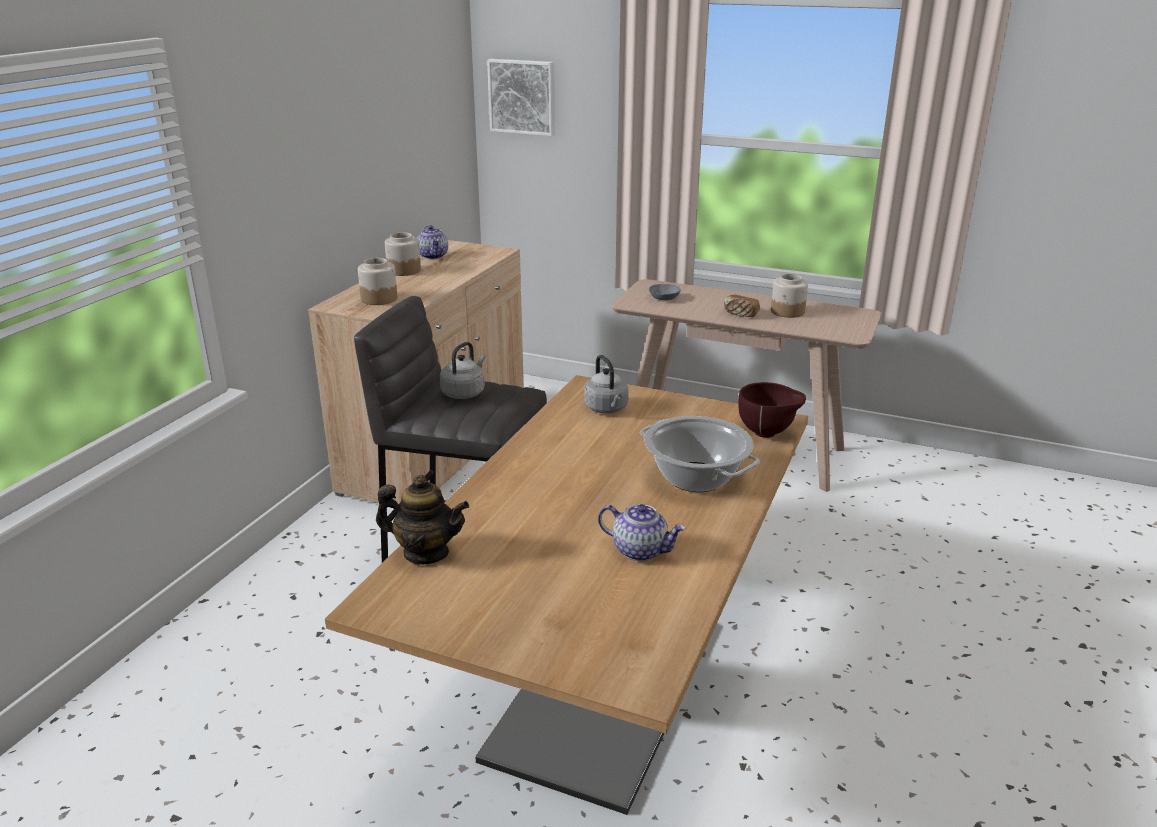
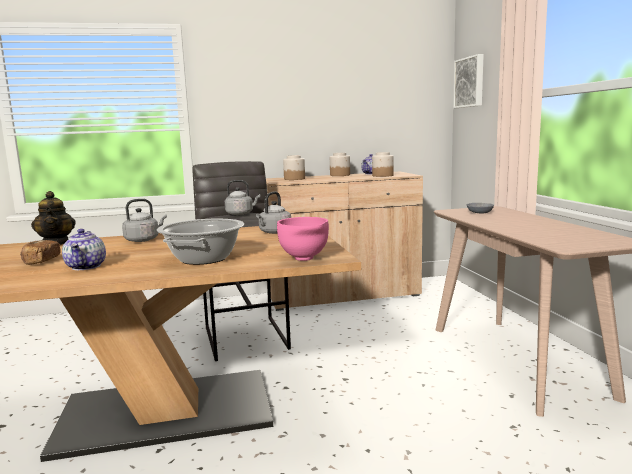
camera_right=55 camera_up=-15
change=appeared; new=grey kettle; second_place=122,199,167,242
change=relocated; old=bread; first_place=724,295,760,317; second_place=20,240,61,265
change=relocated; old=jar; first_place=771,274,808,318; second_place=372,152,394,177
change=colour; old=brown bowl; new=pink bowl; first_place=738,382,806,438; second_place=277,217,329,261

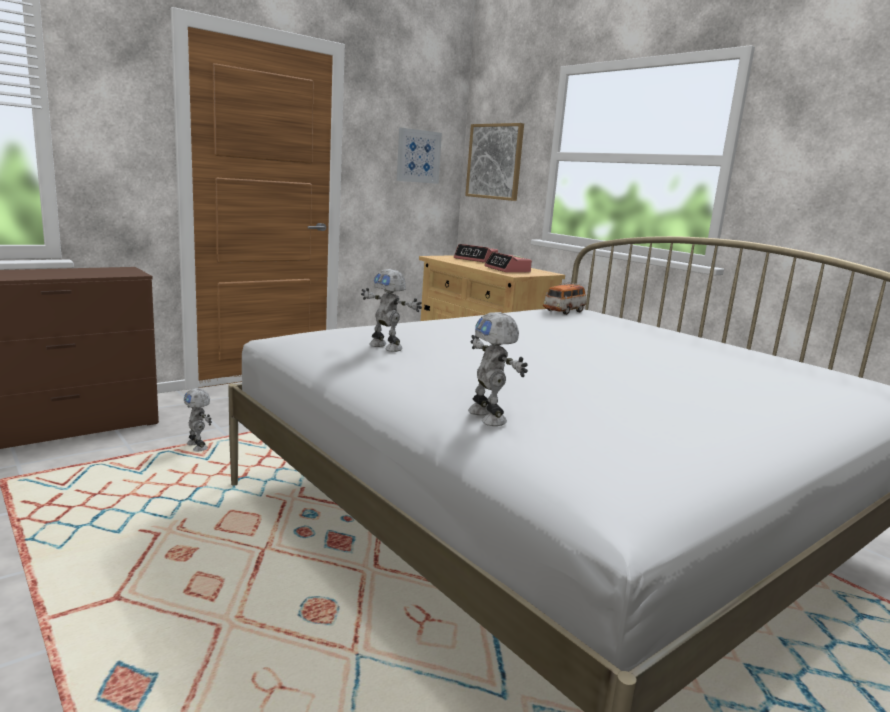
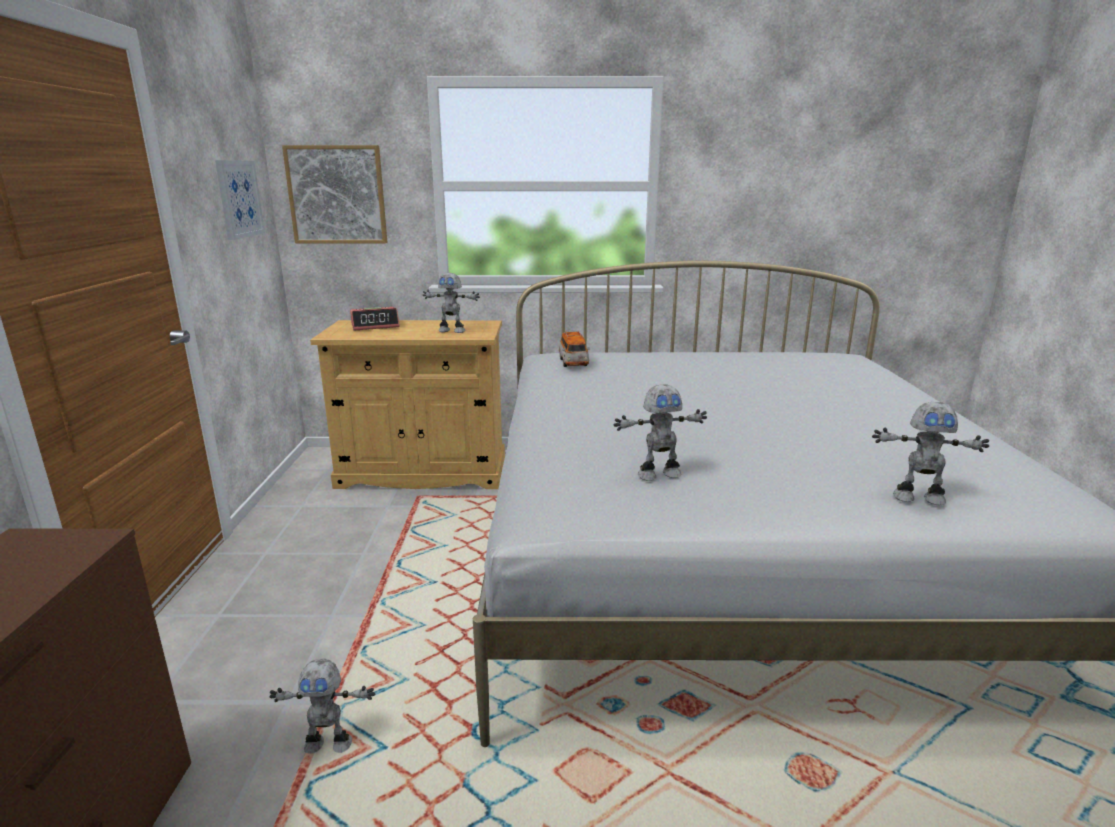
camera_right=-50 camera_up=5
change=exchanged; old=alarm clock; new=toy robot; first_place=484,252,532,273; second_place=423,273,480,333

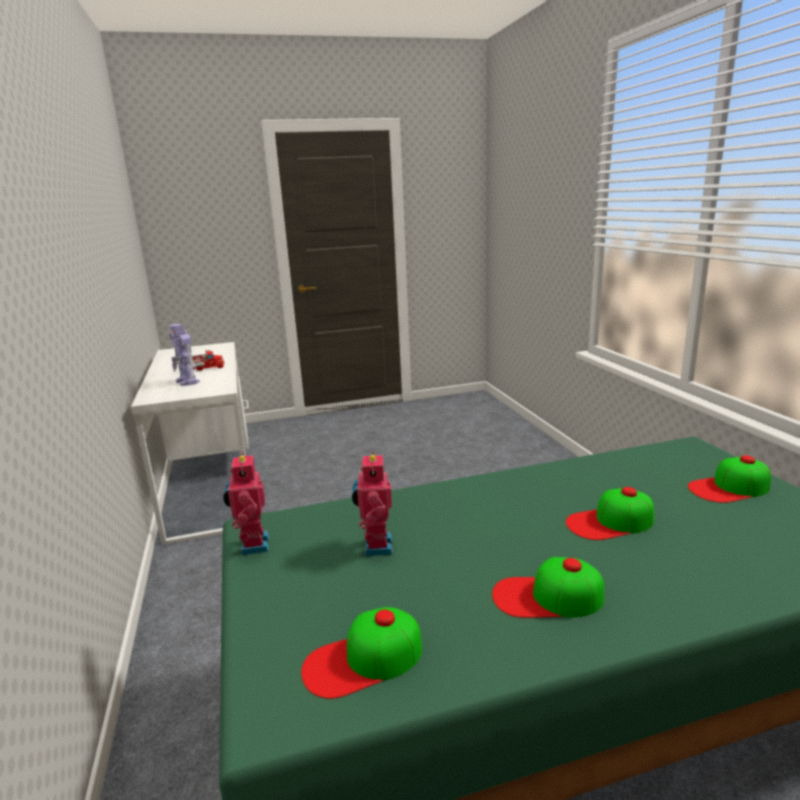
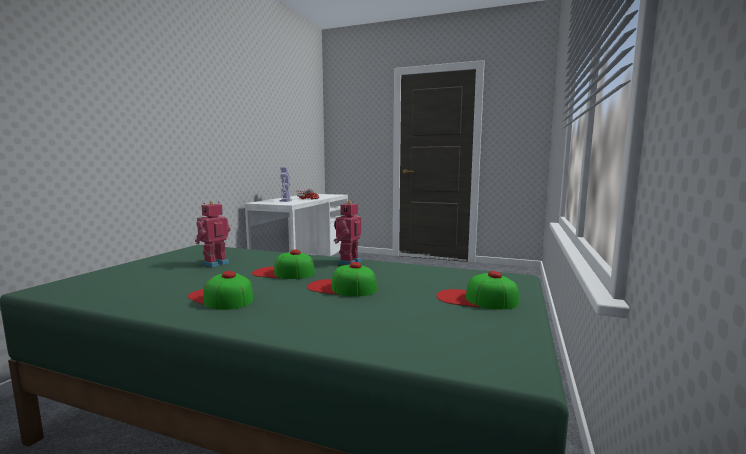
camera_right=35 camera_up=-10
change=relocated; old=toy robot; first_place=223,452,269,555; second_place=334,201,362,265
change=relocated; old=cap; first_place=301,607,422,699; second_place=252,250,315,279

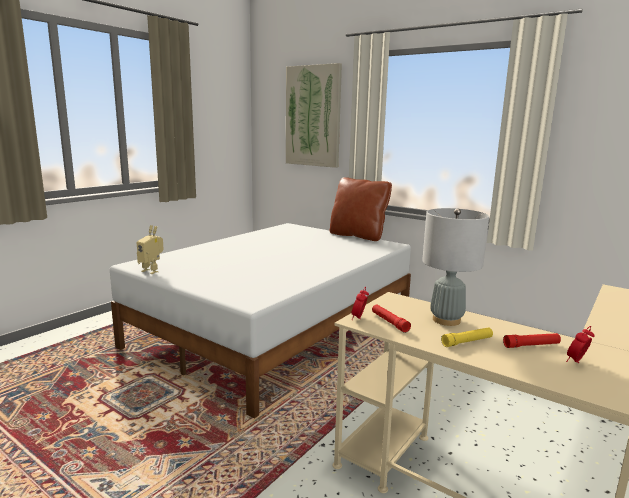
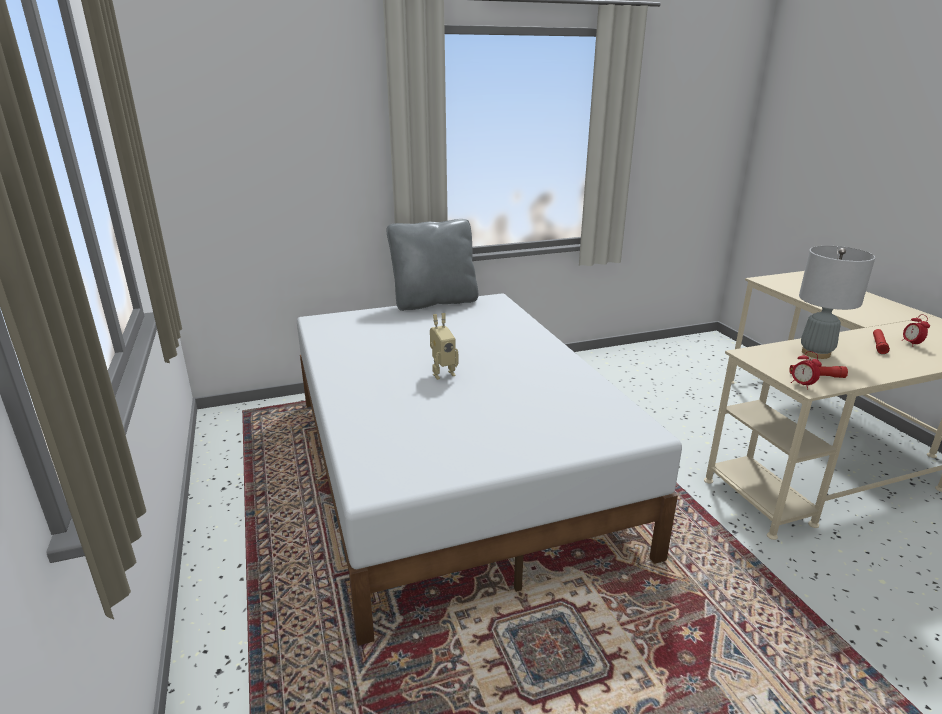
camera_right=-55 camera_up=10
change=missing; old=picture; first_place=286,63,342,168
change=missing; old=yellow flashlight; first_place=441,328,493,347
change=relocated; old=toy robot; first_place=136,225,164,274; second_place=430,313,458,380
change=colour; old=brown pillow; new=grey pillow; first_place=330,177,392,241; second_place=386,219,478,311

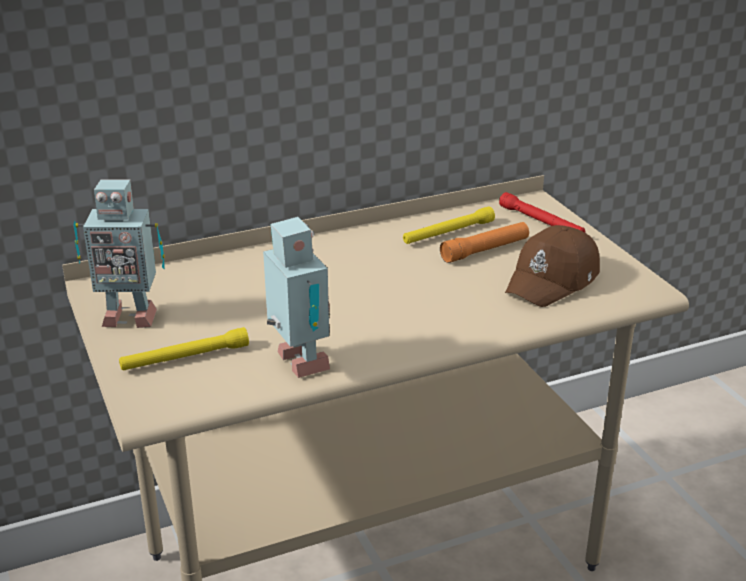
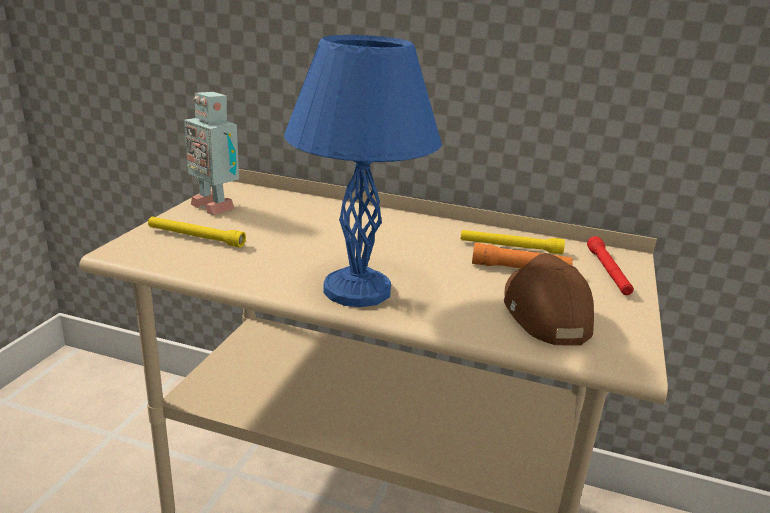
camera_right=40 camera_up=-5
change=missing; old=toy robot; first_place=263,217,330,378
change=appeared; new=blue table lamp; second_place=284,35,442,307
change=spun; old=brown cap; first_place=505,225,600,307; second_place=504,253,594,346; degrees=90

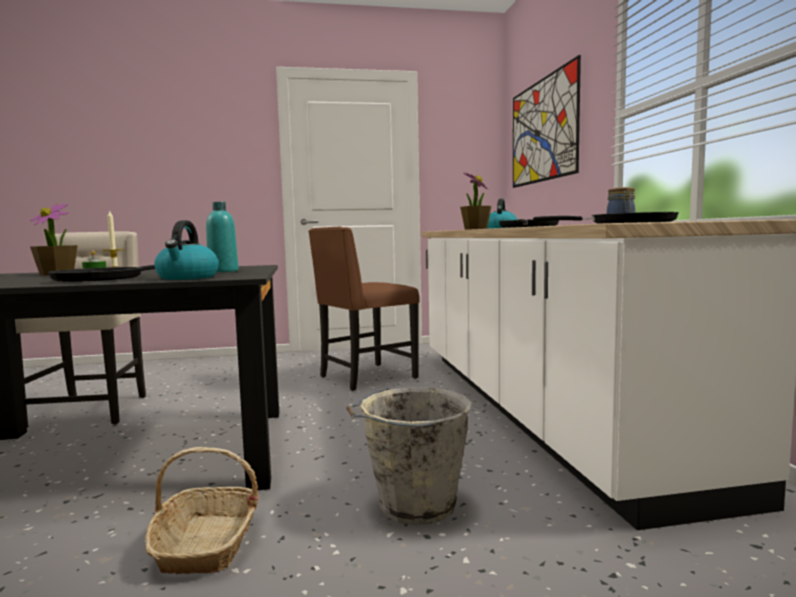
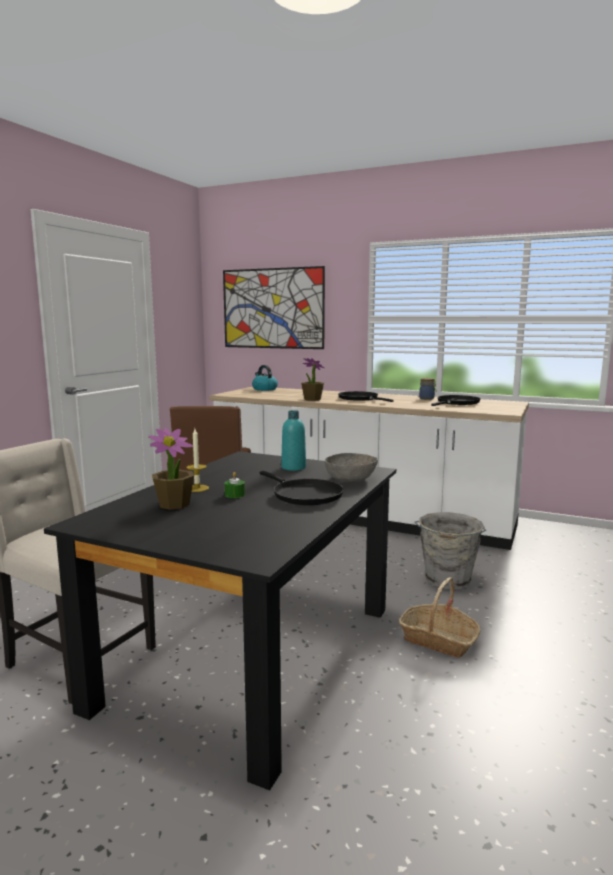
camera_right=-55 camera_up=5
change=exchanged; old=kettle; new=grey bowl; first_place=154,220,219,280; second_place=325,453,378,482

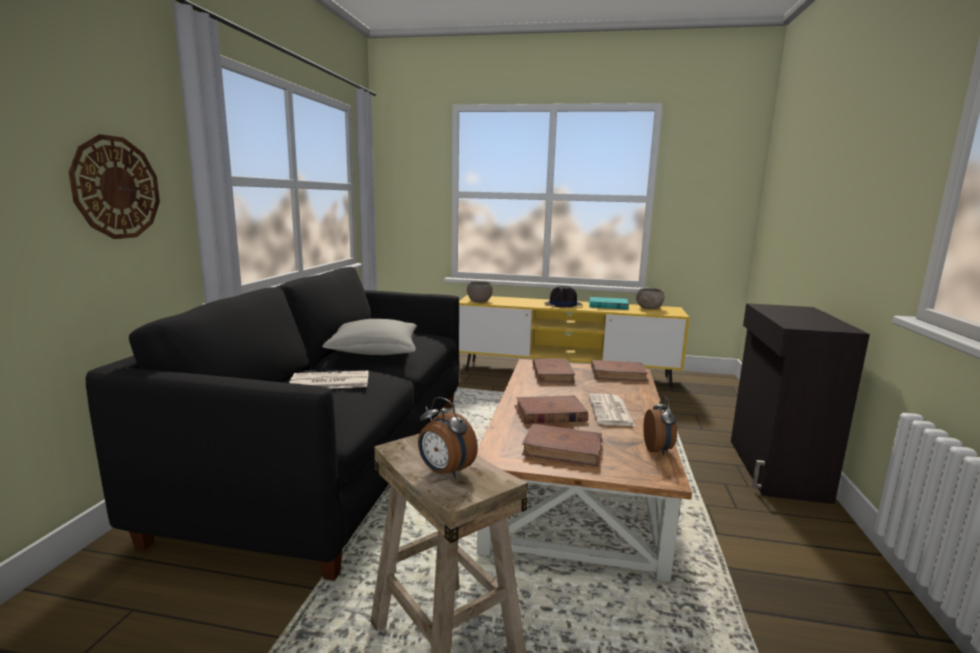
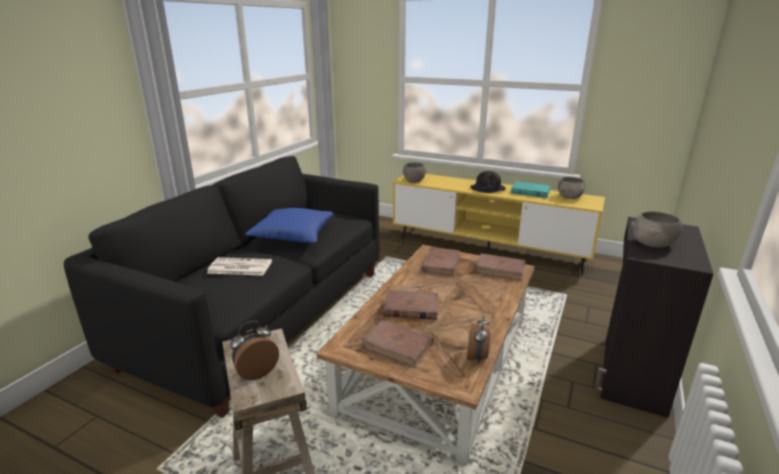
camera_right=15 camera_up=10
change=missing; old=wall clock; first_place=69,134,160,239
change=missing; old=newspaper; first_place=588,394,636,427
change=appeared; new=grey bowl; second_place=631,211,682,248
change=colour; old=grey pillow; new=blue pillow; first_place=322,319,417,355; second_place=245,208,333,243
change=spun; old=alarm clock; first_place=418,397,478,478; second_place=230,321,279,380; degrees=90

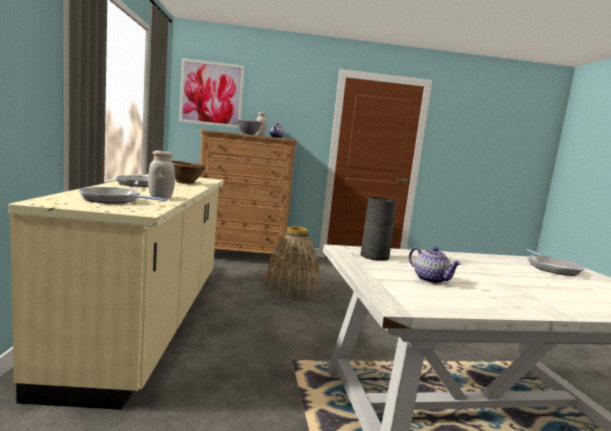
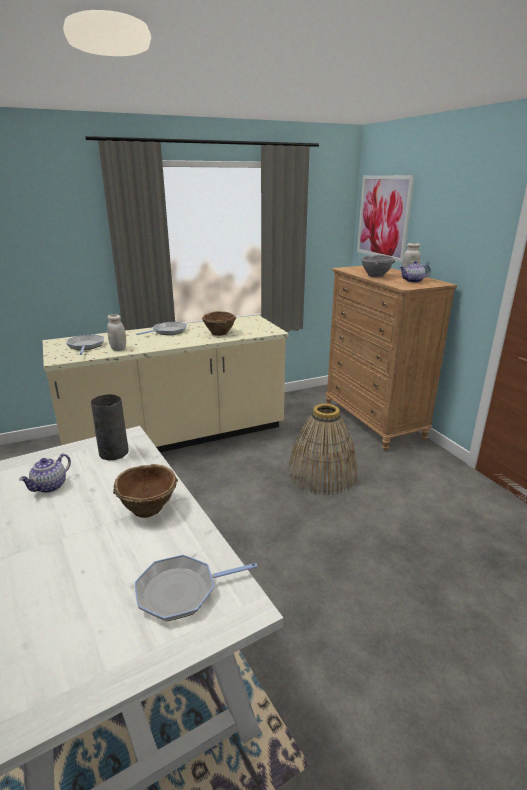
camera_right=70 camera_up=15
change=appeared; new=brown bowl; second_place=113,464,178,518

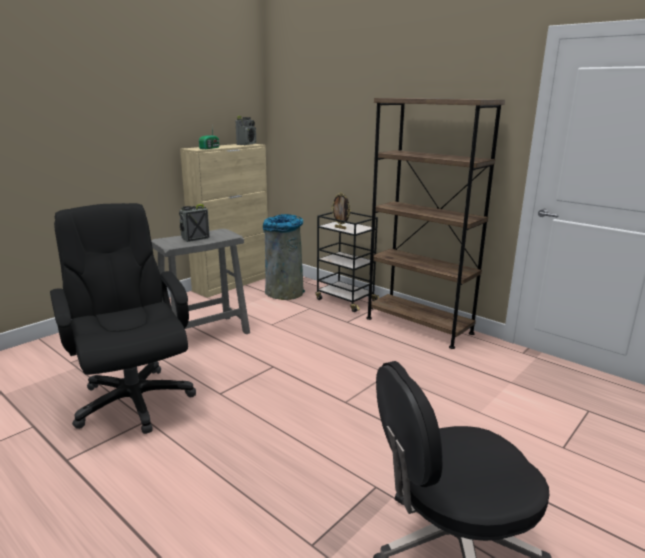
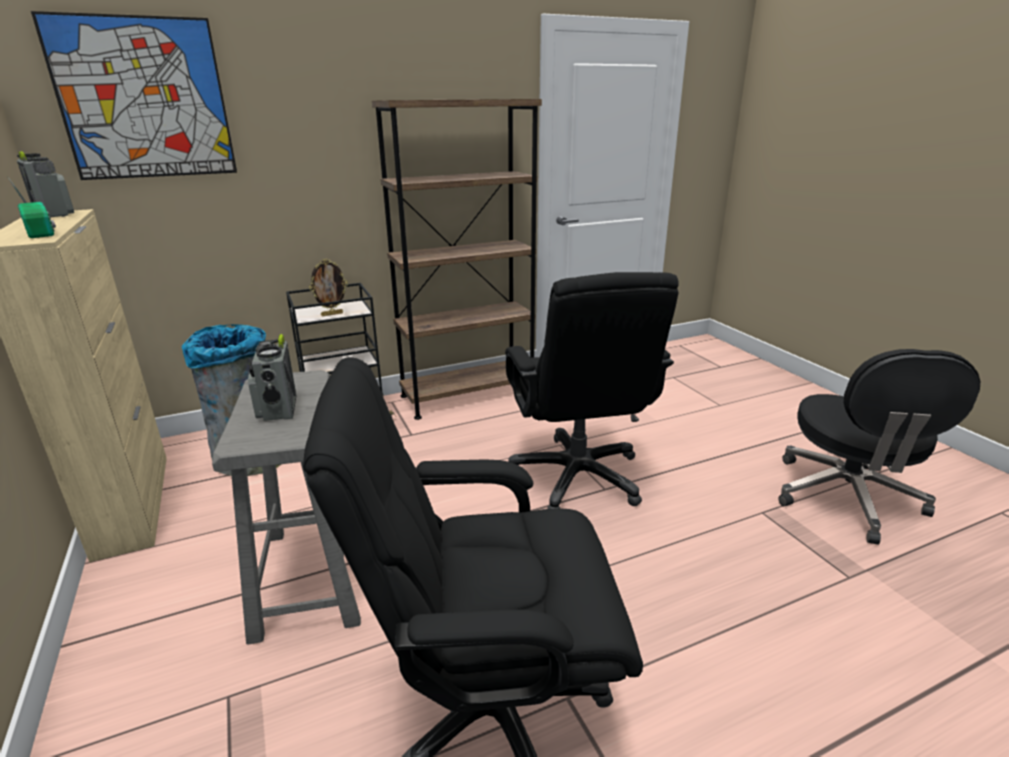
camera_right=-65 camera_up=5
change=appeared; new=picture; second_place=31,11,237,180
change=appeared; new=black office chair; second_place=505,272,679,509

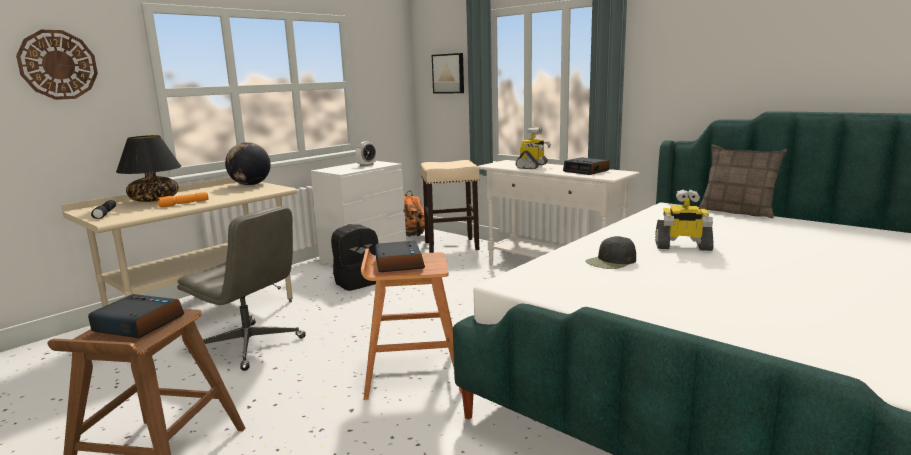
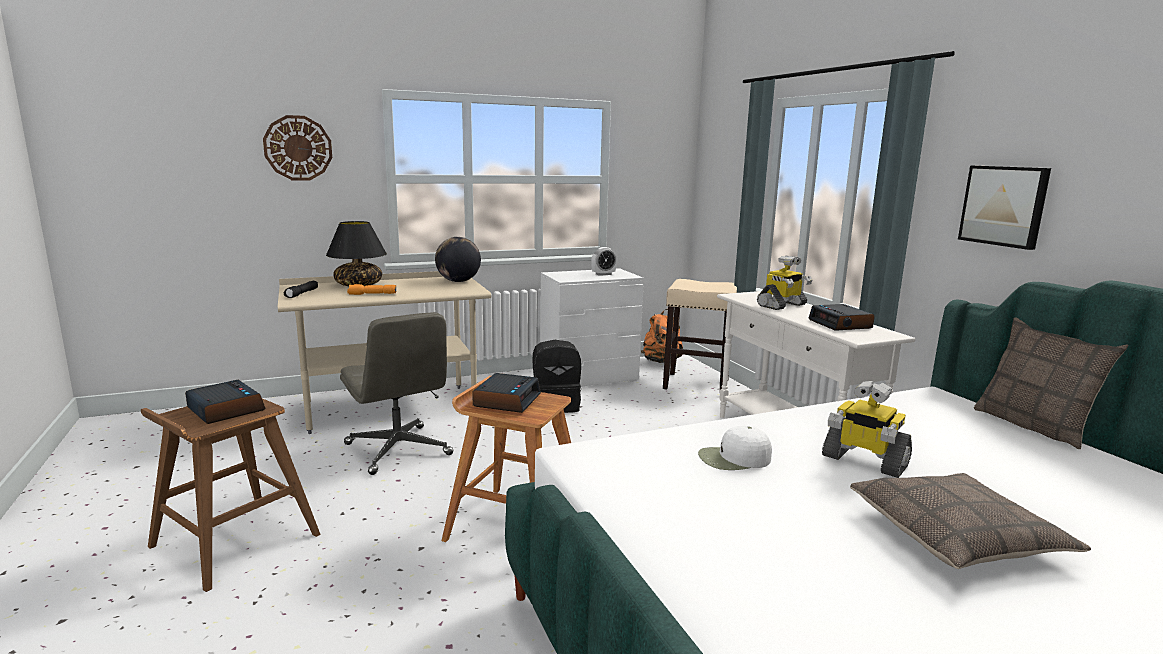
camera_right=25 camera_up=0
change=appeared; new=pillow; second_place=850,473,1091,569
change=relocated; old=picture; first_place=432,53,464,93; second_place=958,165,1051,250
change=colour; old=black cap; new=white cap; first_place=585,236,636,269; second_place=698,426,772,470

